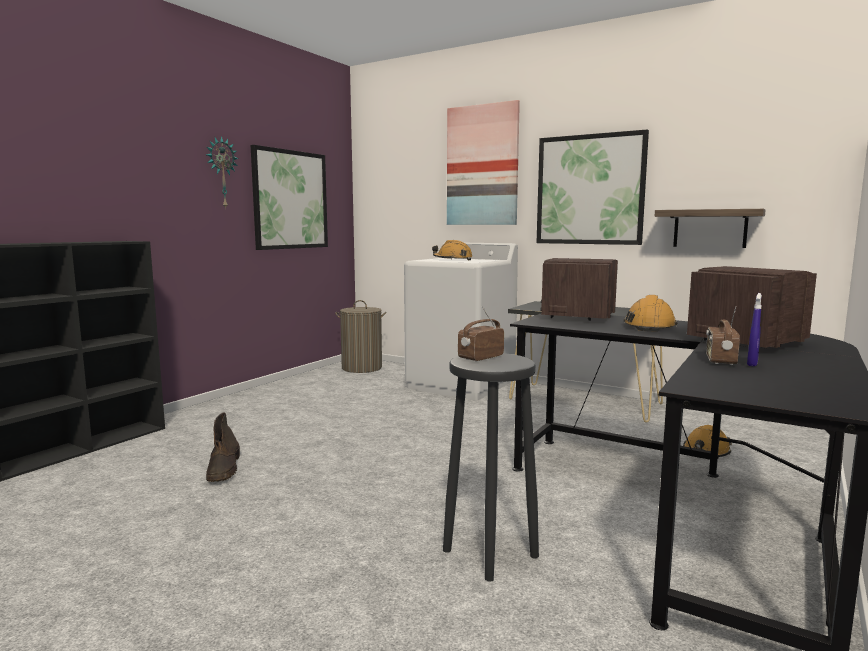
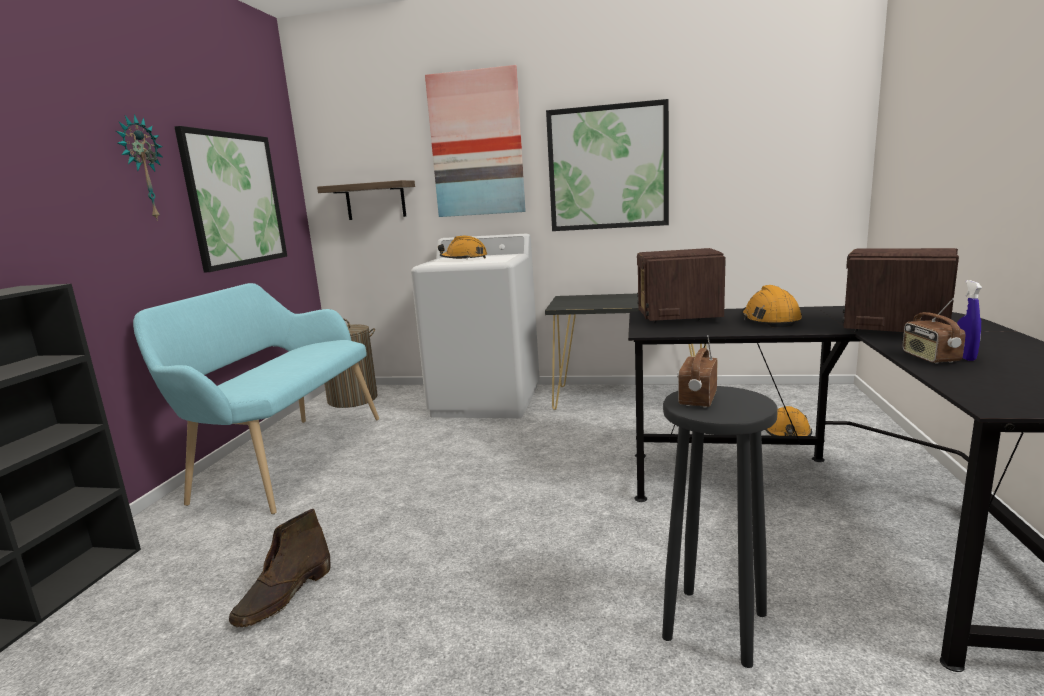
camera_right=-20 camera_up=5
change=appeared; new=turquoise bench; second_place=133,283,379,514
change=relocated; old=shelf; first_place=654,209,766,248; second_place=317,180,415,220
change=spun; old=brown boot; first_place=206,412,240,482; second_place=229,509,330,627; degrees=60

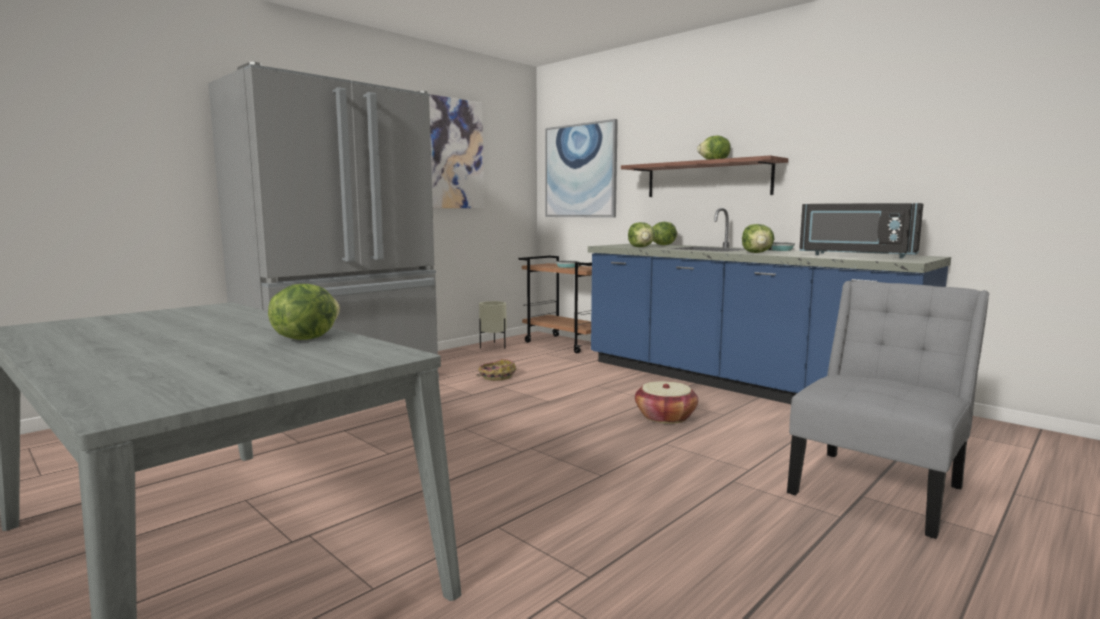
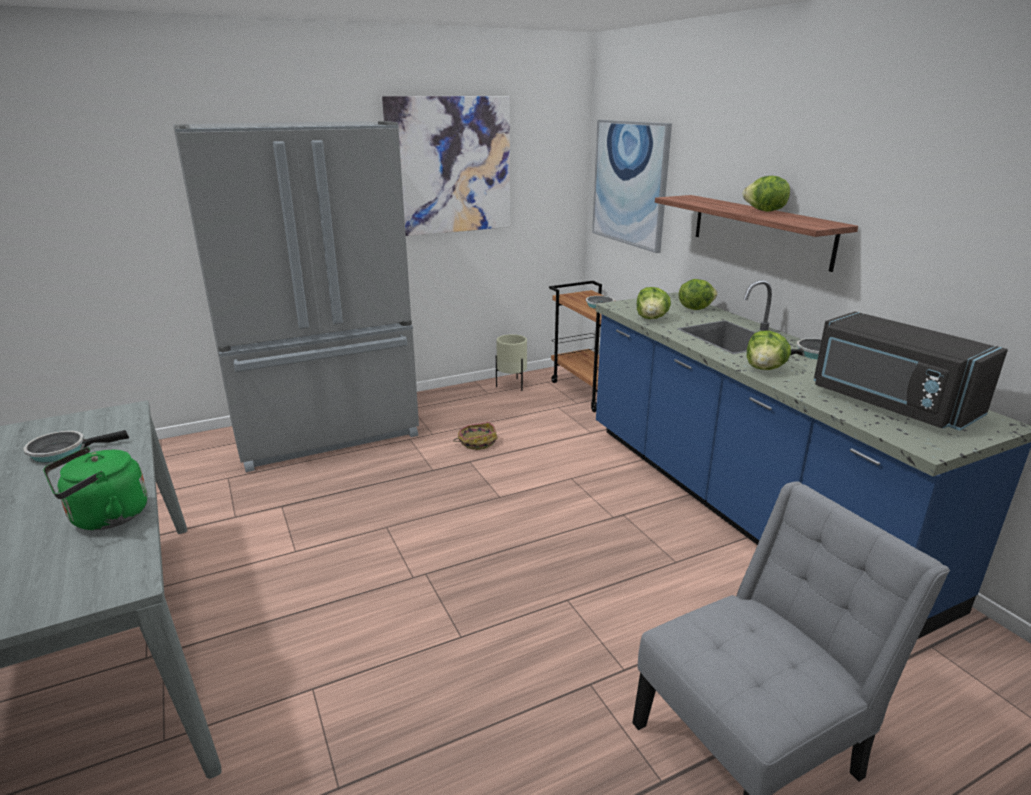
camera_right=20 camera_up=15
change=missing; old=basket; first_place=635,381,698,424
change=appeared; new=frying pan; second_place=23,430,129,462
change=exchanged; old=lettuce; new=green kettle; first_place=268,284,340,340; second_place=43,447,148,530

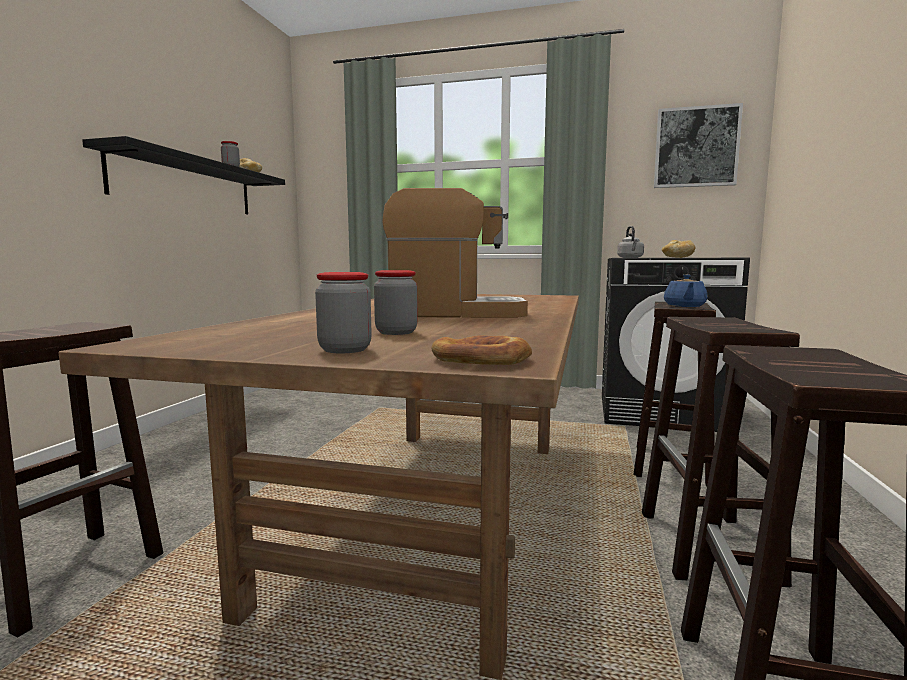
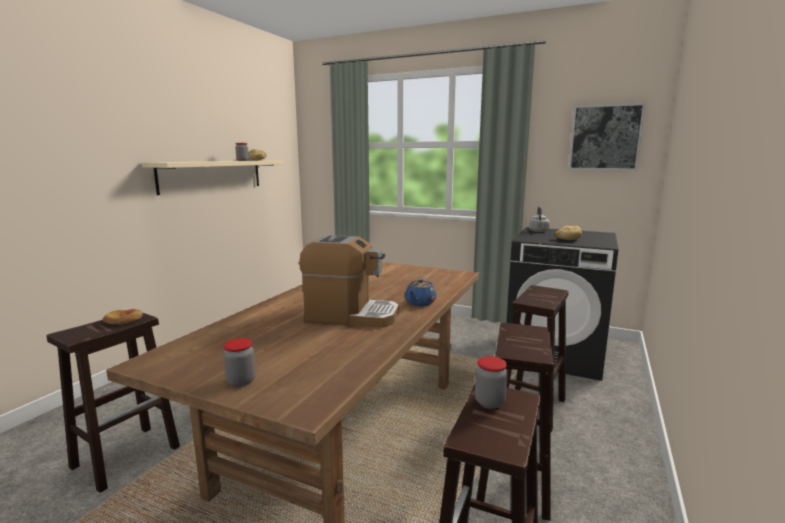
camera_right=10 camera_up=5
change=relocated; old=jar; first_place=374,270,418,335; second_place=475,356,508,409
change=relocated; old=bread; first_place=432,335,532,365; second_place=102,309,143,324
change=relocated; old=blue teapot; first_place=664,274,708,307; second_place=405,279,437,306
change=colour; old=black shelf; new=beige shelf; first_place=82,136,285,215; second_place=142,160,284,195

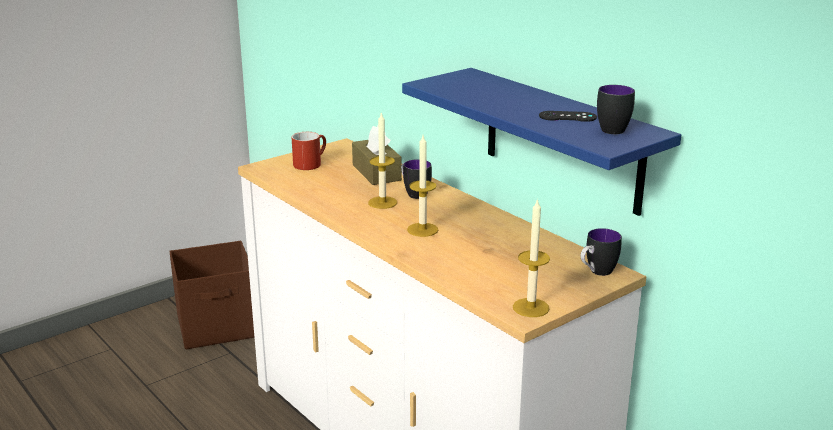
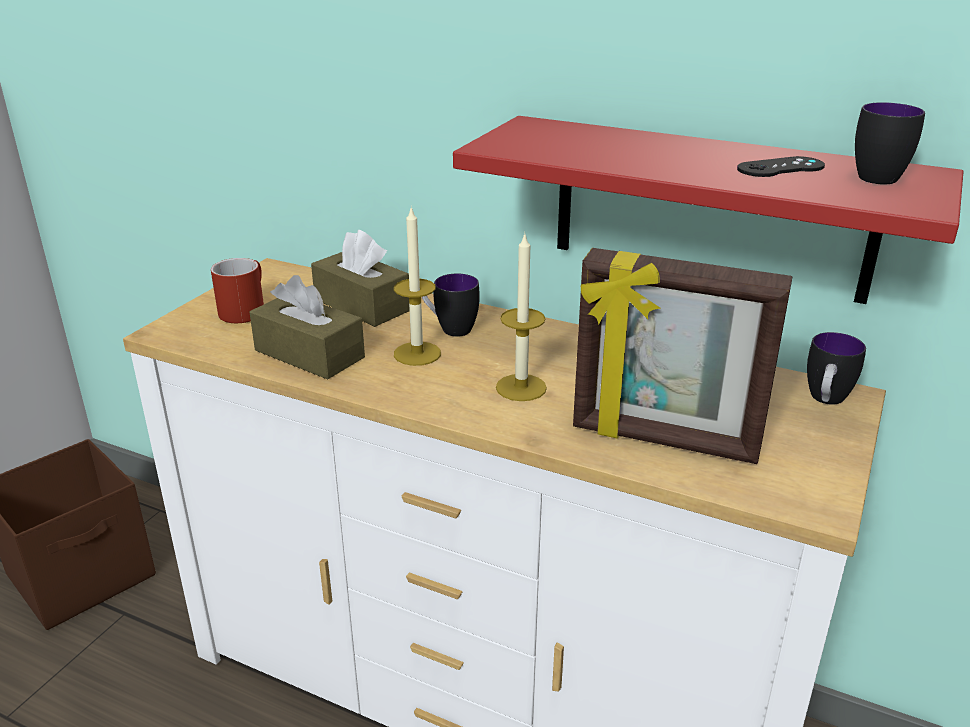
camera_right=-25 camera_up=5
change=missing; old=candle; first_place=513,198,550,317
change=appeared; new=brown tissue box; second_place=249,275,365,379
change=appeared; new=picture frame; second_place=573,248,792,464
change=colour; old=blue shelf; new=red shelf; first_place=402,68,681,216; second_place=453,116,963,304

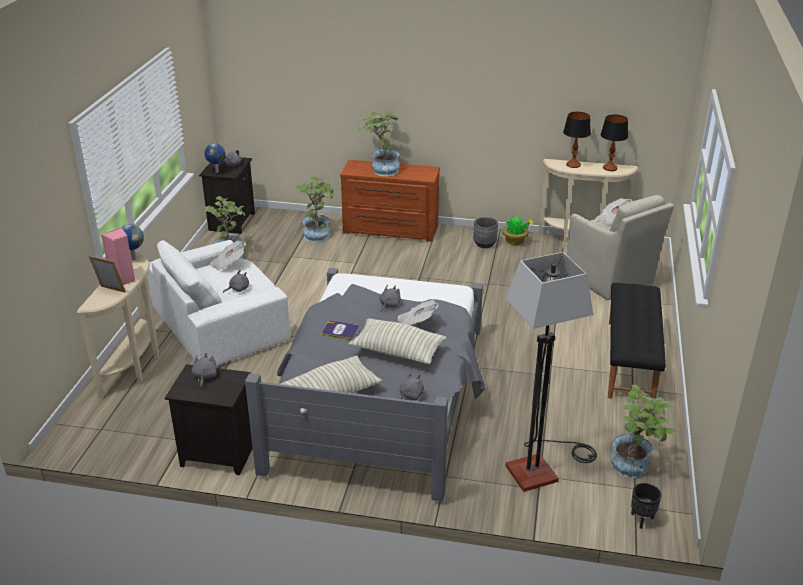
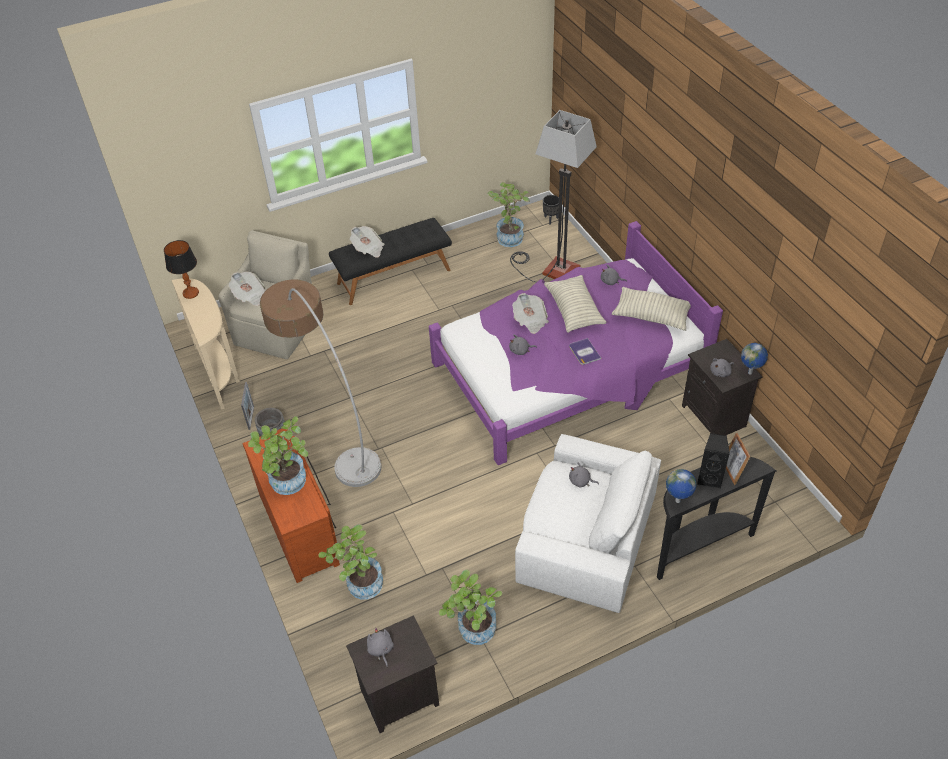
camera_right=-125 camera_up=15
change=missing; old=table lamp; first_place=563,112,591,168
change=appeared; new=floor lamp; second_place=260,279,382,487
change=relocated; old=globe; first_place=204,143,226,173; second_place=741,343,768,374
change=relocated; old=newspaper; first_place=210,241,246,271; second_place=350,226,384,258
change=exchanged; old=potted plant; new=picture frame; first_place=502,216,533,245; second_place=241,382,254,430
change=colour; old=beige console table; new=black console table; first_place=77,252,160,399; second_place=657,457,776,580
change=colour; old=pink speaker; new=black speaker; first_place=101,227,135,285; second_place=697,433,730,489
change=colour; old=grey bed; new=purple bed; first_place=245,268,486,501; second_place=429,221,723,465

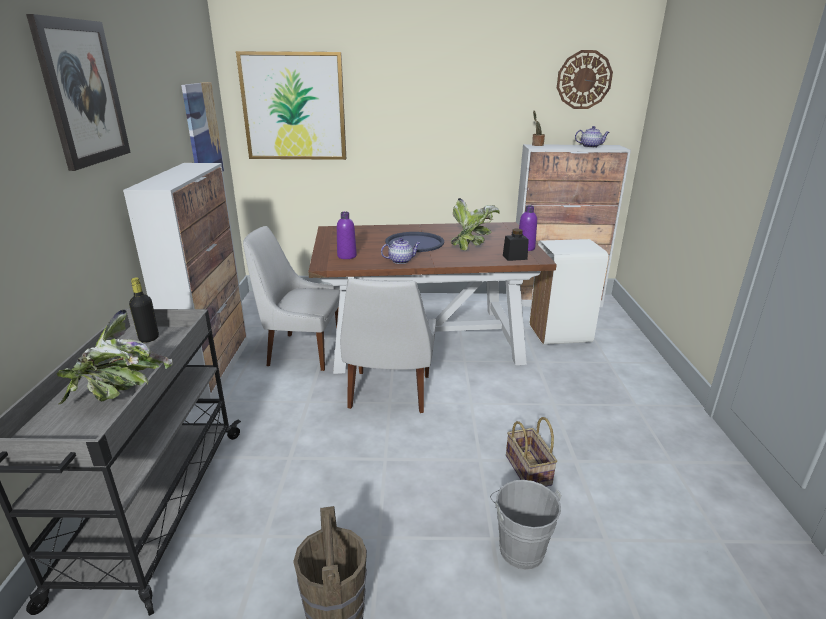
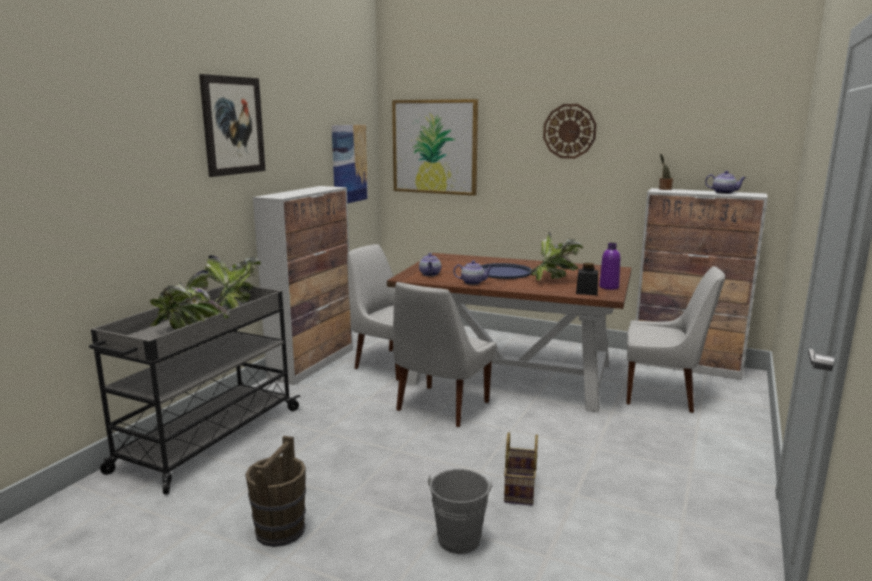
camera_right=25 camera_up=-10
change=relocated; old=wall clock; first_place=557,50,613,109; second_place=543,104,597,159
change=exchanged; old=black bottle; new=potted plant; first_place=129,277,159,343; second_place=204,255,261,309
change=exchanged; old=purple bottle; new=teapot; first_place=337,212,357,259; second_place=419,253,441,276
change=exchanged; old=white trash can; new=white chair; first_place=529,239,608,345; second_place=626,266,725,413

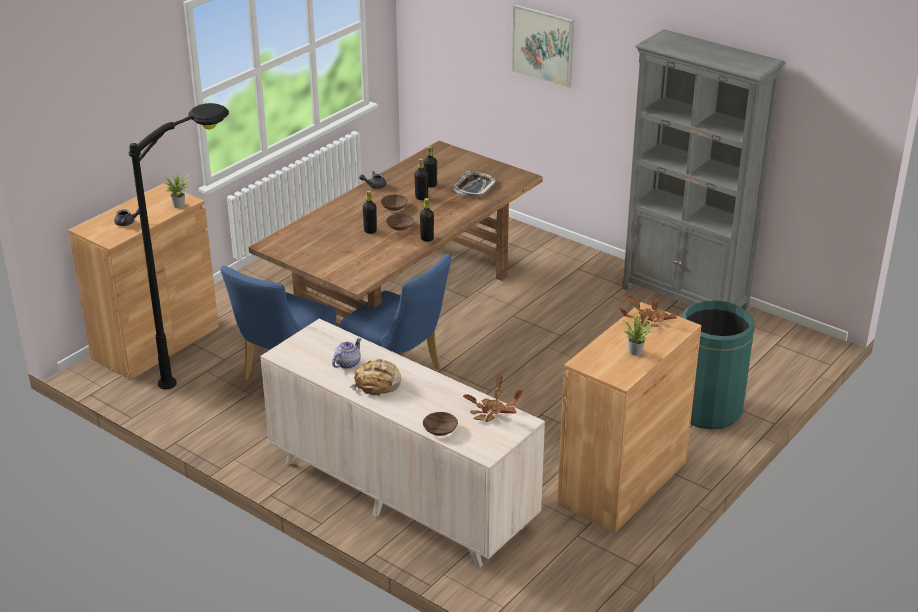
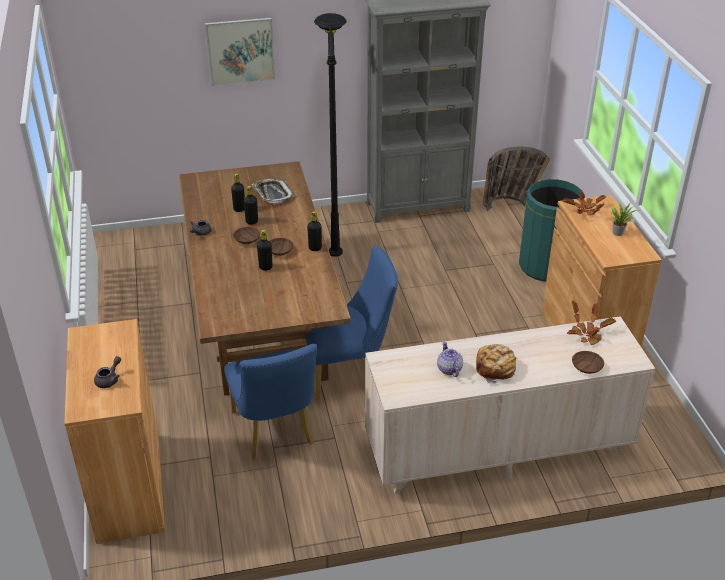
camera_right=-50 camera_up=5
change=missing; old=potted plant; first_place=165,174,190,208
change=appeared; new=basket; second_place=483,147,550,211
change=relocated; old=black floor lamp; first_place=129,103,229,389; second_place=314,13,347,257

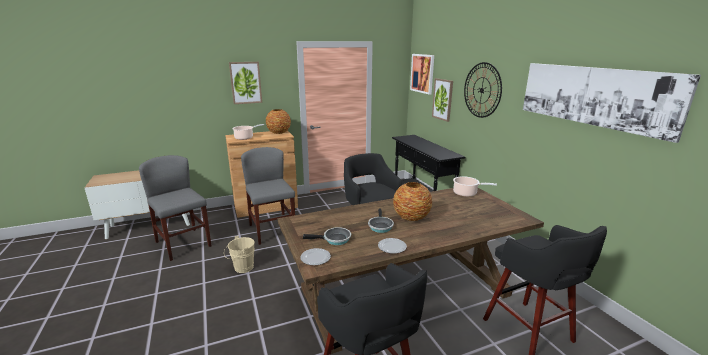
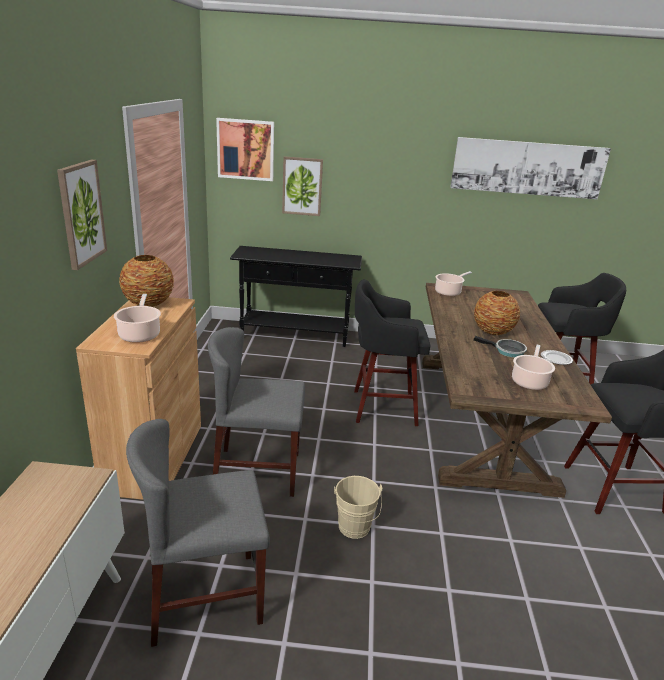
camera_right=-65 camera_up=5
change=missing; old=plate; first_place=300,248,331,265
change=missing; old=wall clock; first_place=464,62,502,118
change=exchanged; old=frying pan; new=cooking pot; first_place=303,227,351,245; second_place=512,345,555,390

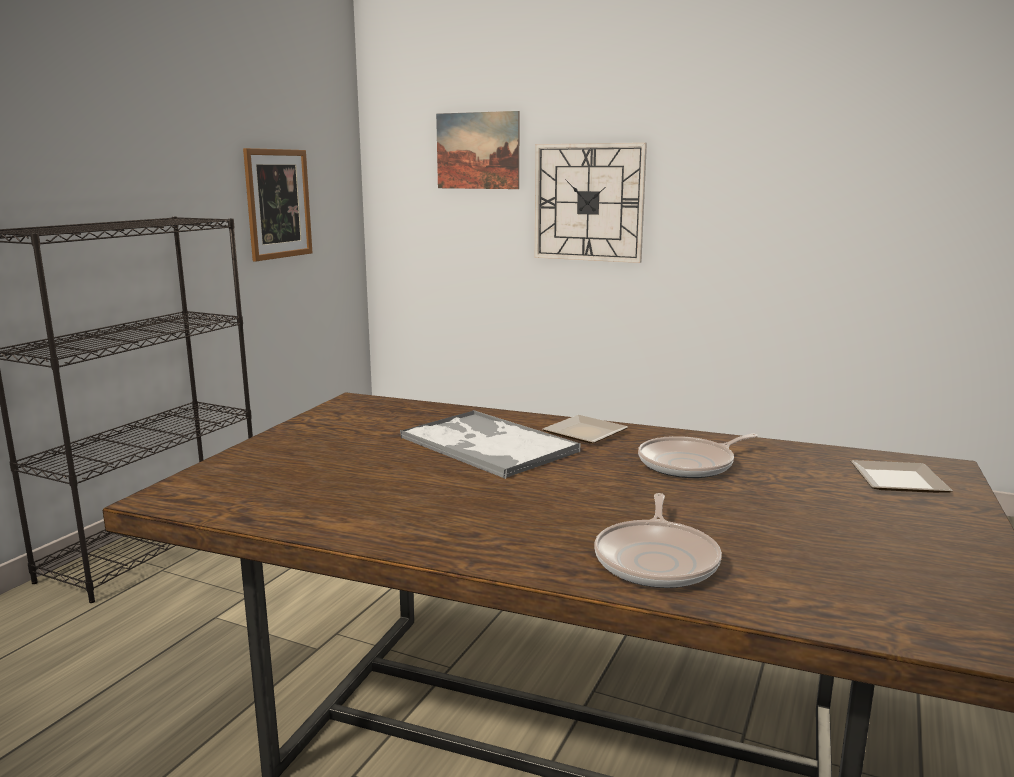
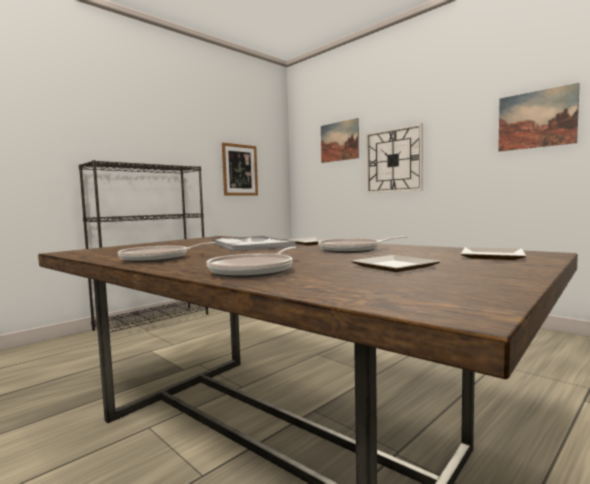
camera_right=20 camera_up=-10
change=appeared; new=frying pan; second_place=118,242,217,263
change=appeared; new=plate; second_place=351,255,441,272
change=appeared; new=picture; second_place=498,83,580,152

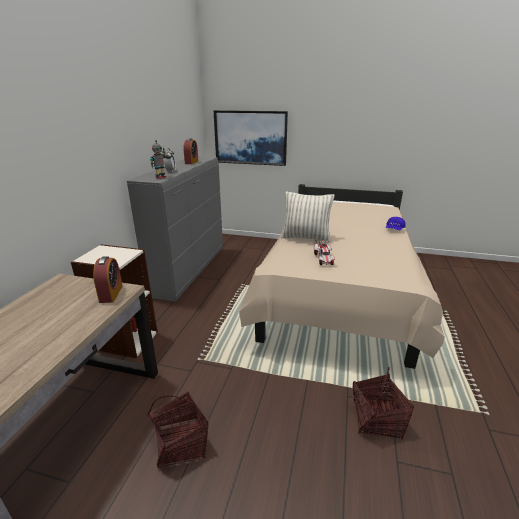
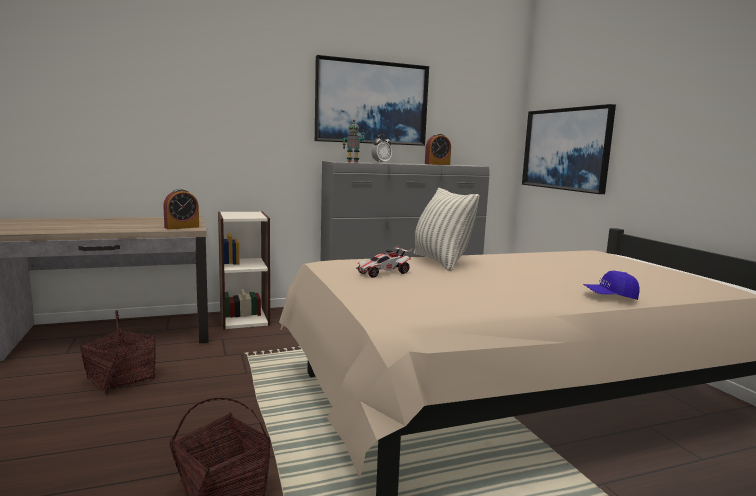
camera_right=55 camera_up=-15
change=appeared; new=picture; second_place=315,55,429,146

